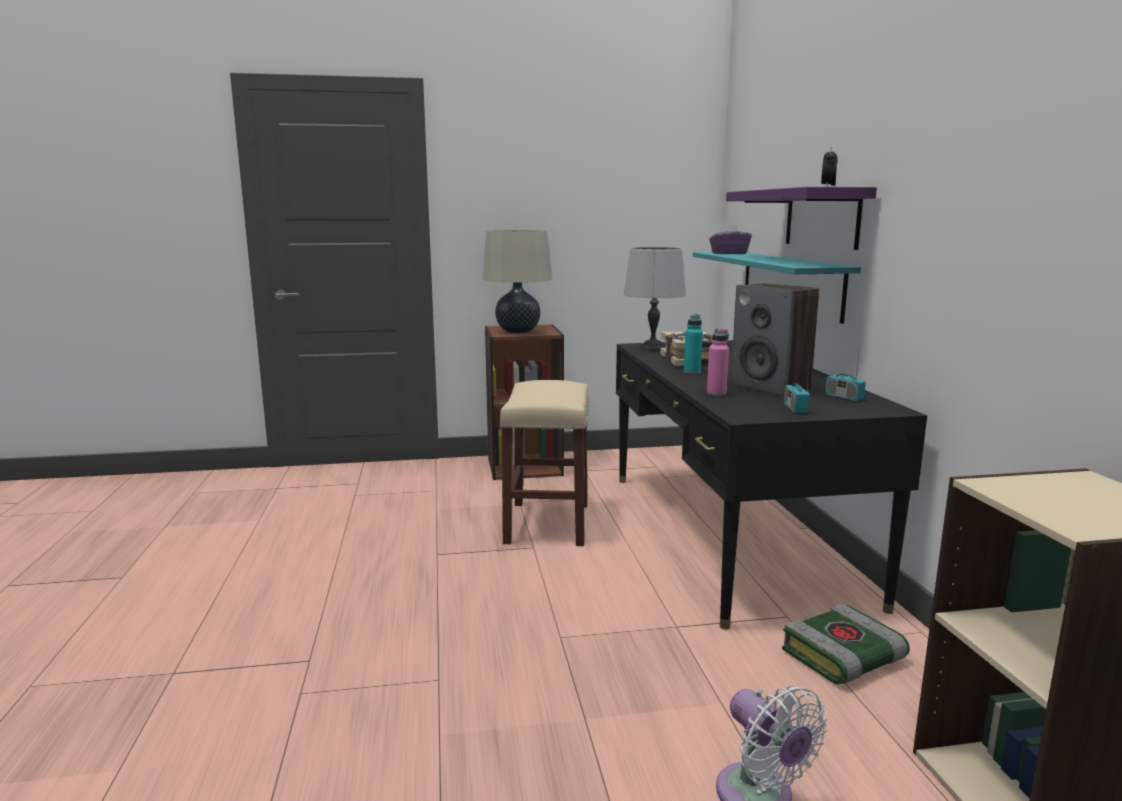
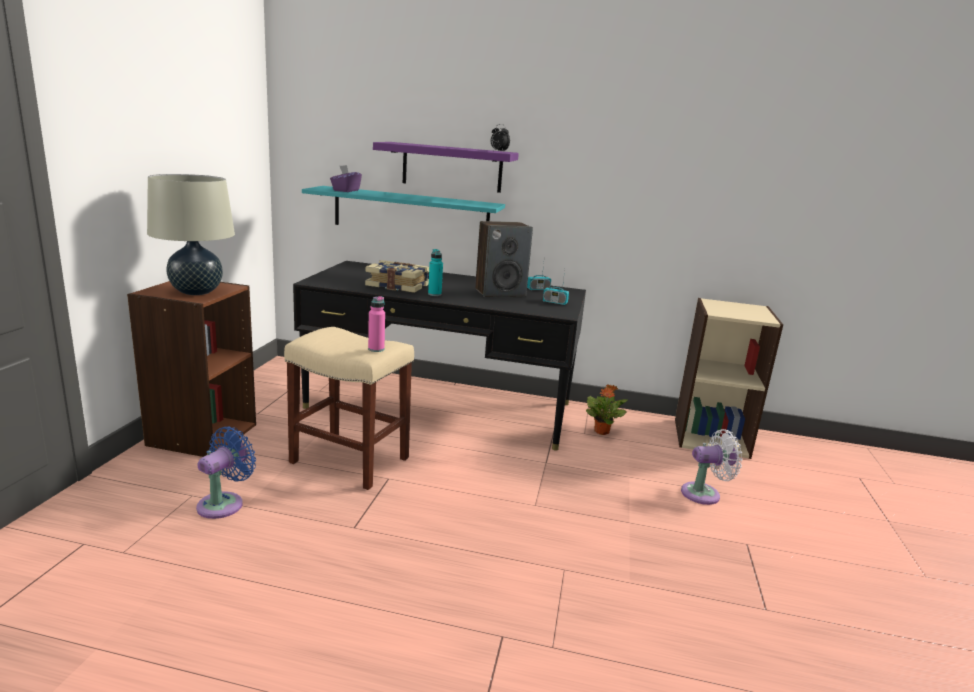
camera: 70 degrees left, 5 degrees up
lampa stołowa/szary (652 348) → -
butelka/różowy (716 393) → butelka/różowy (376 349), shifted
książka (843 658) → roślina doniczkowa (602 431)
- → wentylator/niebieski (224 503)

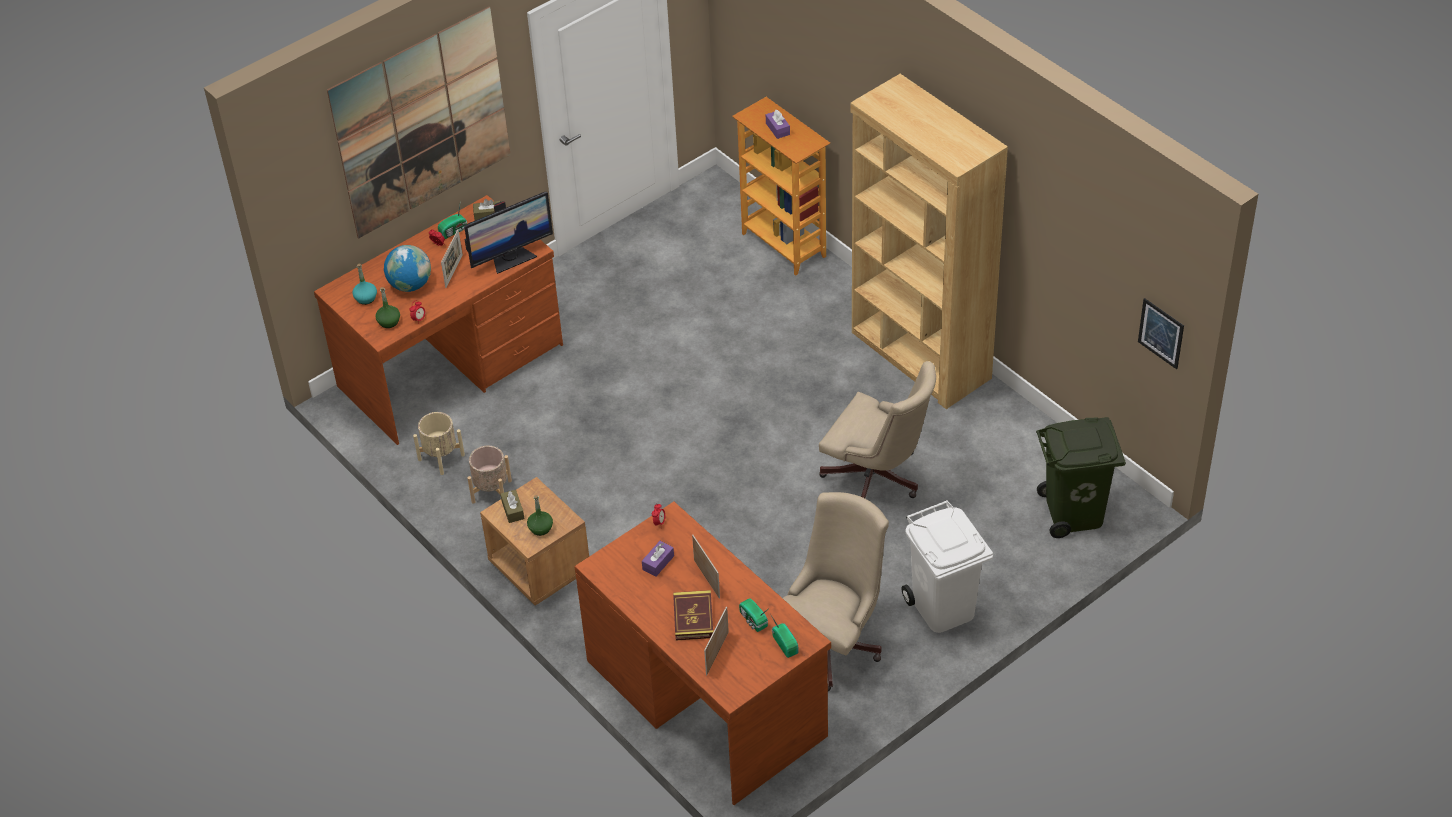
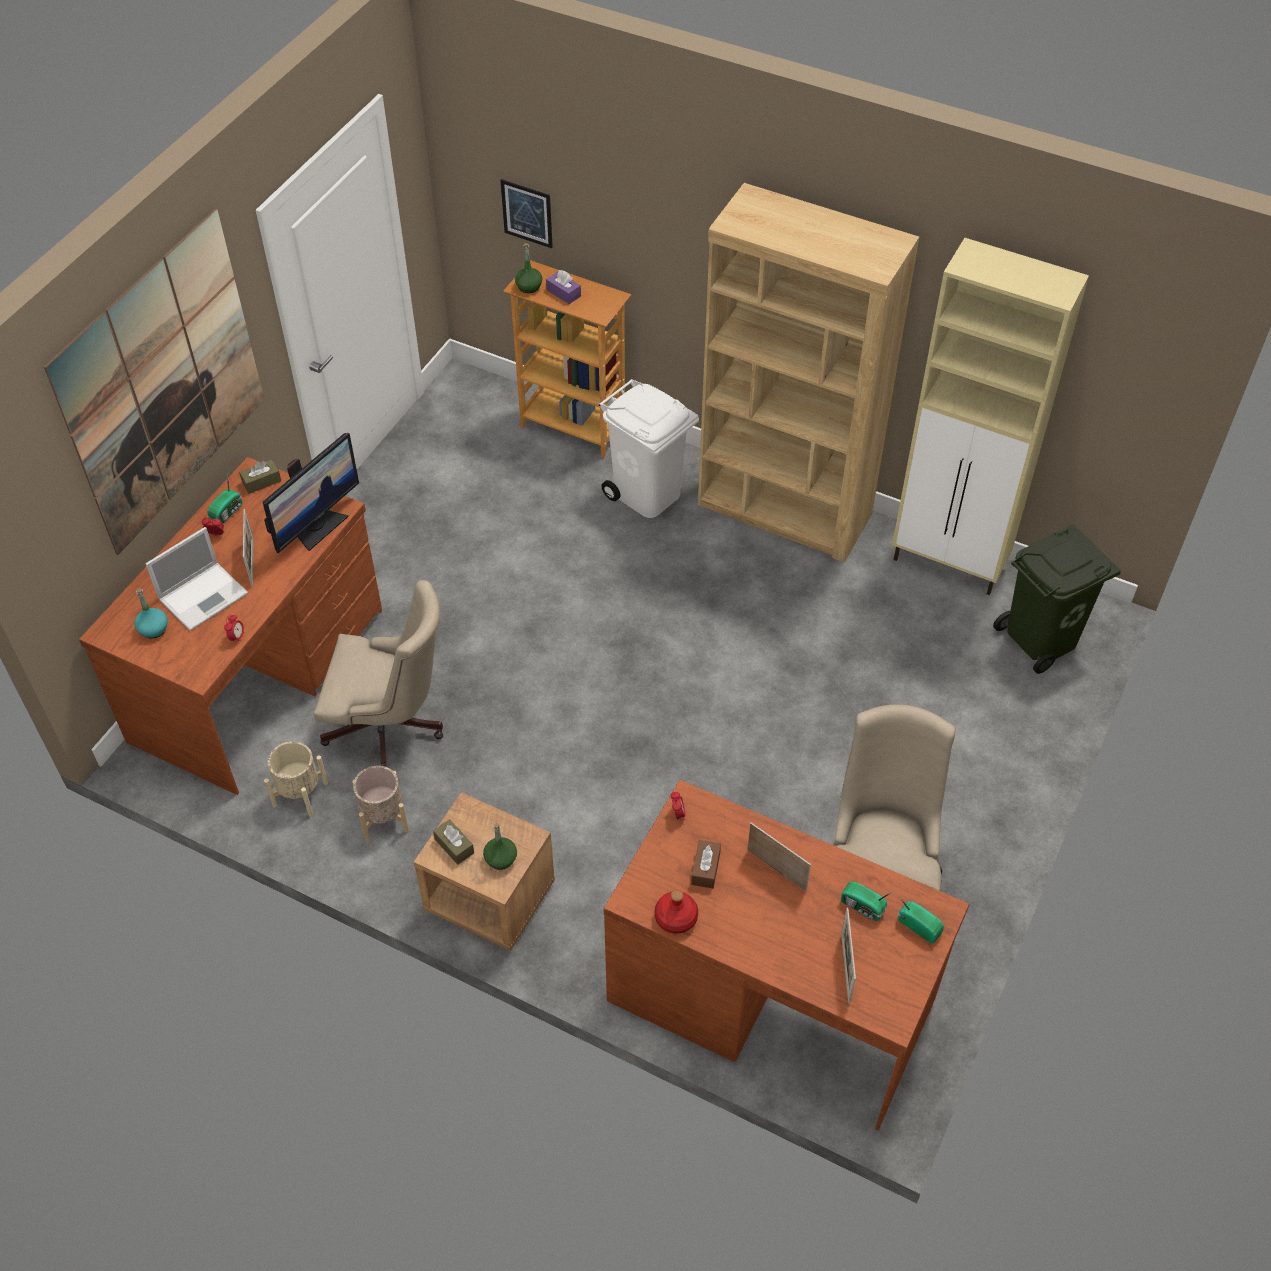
camera: 25 degrees left, 5 degrees up
globus (410 285) → laptop (204 595)
butelka/zielony (389 322) → butelka/zielony (529 286), shifted
obraz (1161 333) → obraz (527 213), shifted
krzesło biurowe/beżowy (877 480) → krzesło biurowe/beżowy (391 728), shifted
kosz na śmieci/biały (942 608) → kosz na śmieci/biały (646 494), shifted
pudełko chusteczek/fioletowy (658 563) → pudełko chusteczek/brązowy (705 868)
książka (693 618) → -
- → szafka/beżowy (950 564)
- → butelka/czerwony (676 918)

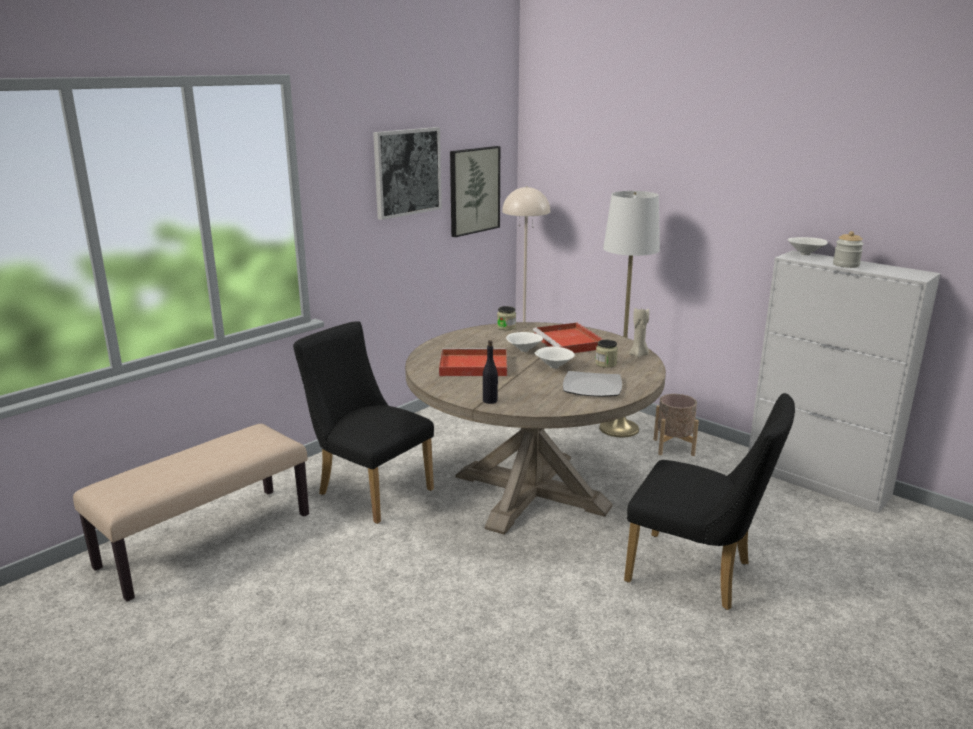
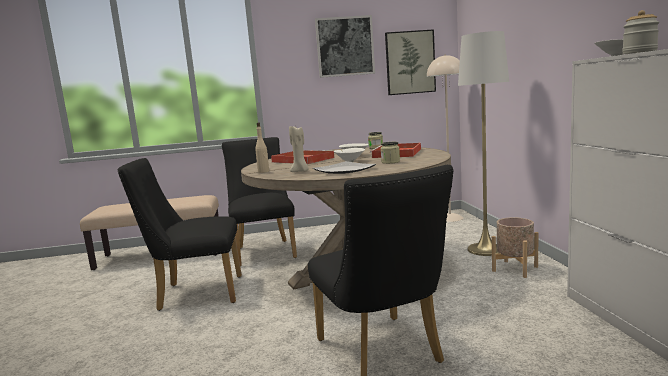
camera: 40 degrees right, 10 degrees down
świeca/beżowy (639 355) → świeca/beżowy (300 171), shifted
butelka/czarny (490 401) → butelka/beżowy (263 171)
- → krzesło/czarny (194 294)

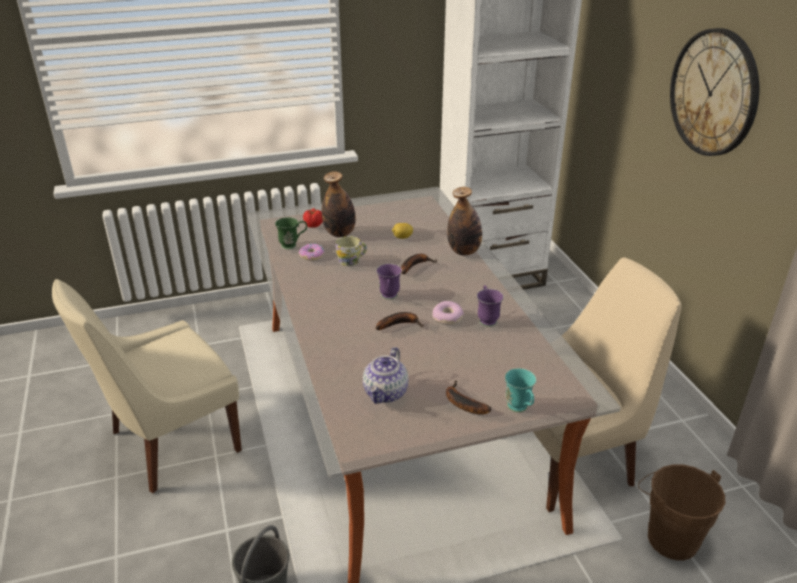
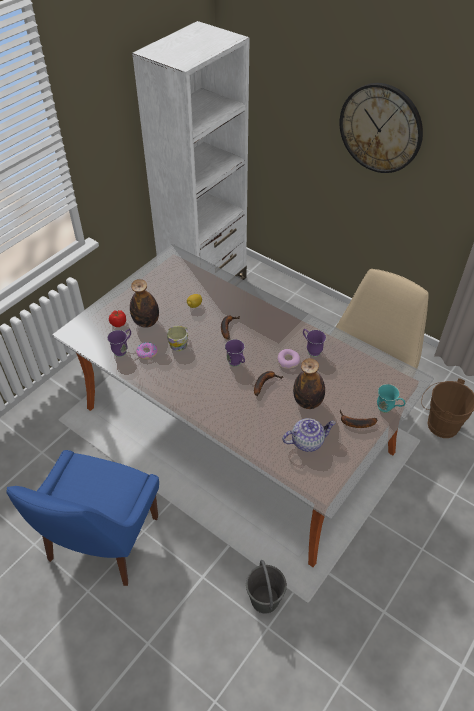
camera: 35 degrees left, 15 degrees up
butelka (464 251) → butelka (307 402), shifted
kubek/zielony (293 245) → kubek/fioletowy (123 350)
krzesło/beżowy (170 443) → krzesło/niebieski (101 542)
imbryk (386 393) → imbryk (307 441), 90 degrees counterclockwise

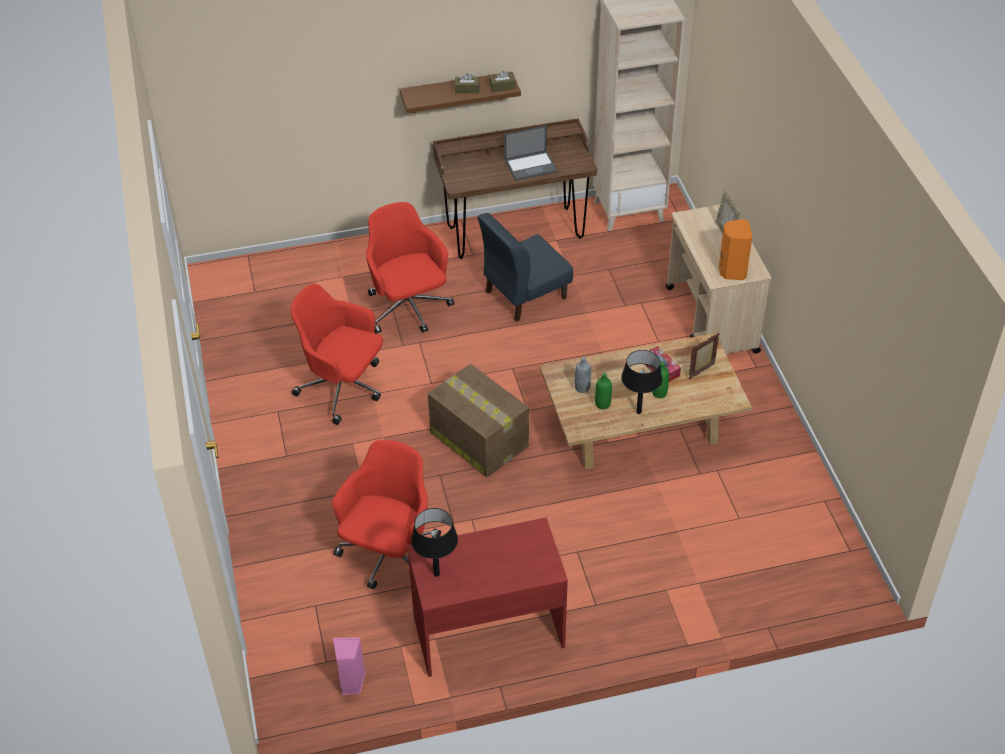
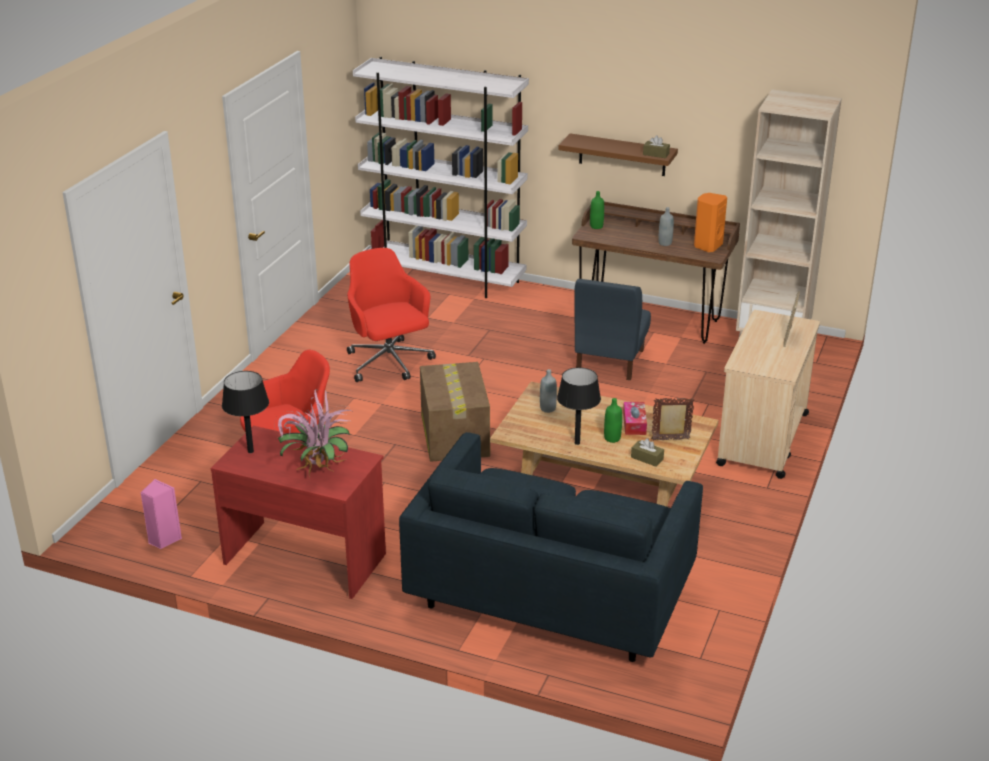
camera: 35 degrees right, 15 degrees down
pudełko chusteczek/brązowy (467 89) → pudełko chusteczek/brązowy (647 458), shifted
laptop (531 165) → butelka/szary (665 243)
krzesło biurowe/czerwony (408 309) → -
krzesło/niebieski (524 295) → krzesło/niebieski (609 361), 75 degrees counterclockwise
głośnik/pomarańczowy (731 271) → głośnik/pomarańczowy (707 246), shifted
butelka/zielony (602 404) → butelka/zielony (596 226), shifted
- → regał/biały (445 279)
- → roślina doniczkowa (316 469)
- → kanapa/niebieski (552 594)

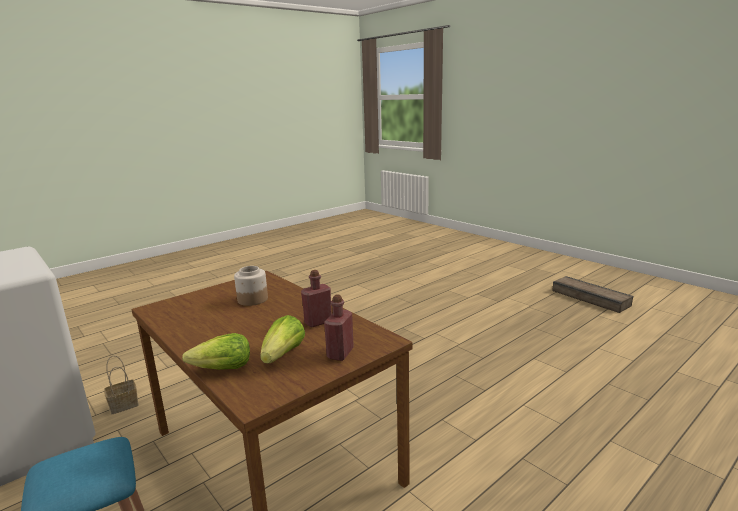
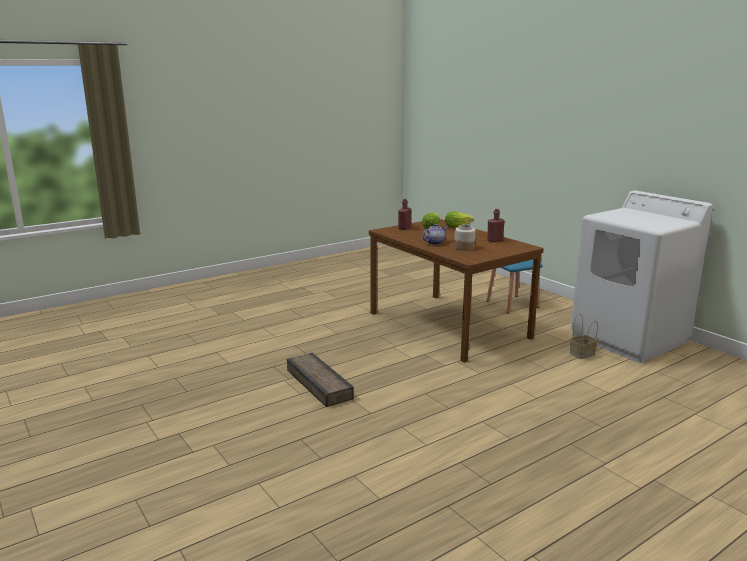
camera: 175 degrees left, 0 degrees up
butelka/czerwony (318 322) → butelka/czerwony (495 240), shifted
skrzynka (590 297) → skrzynka (317 384), shifted
- → imbryk (434 242)

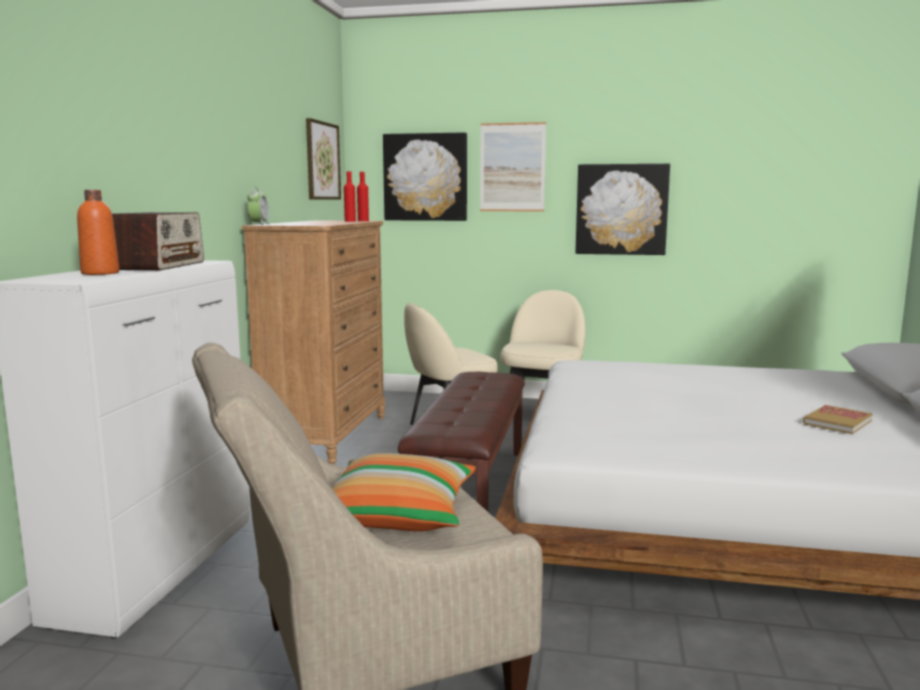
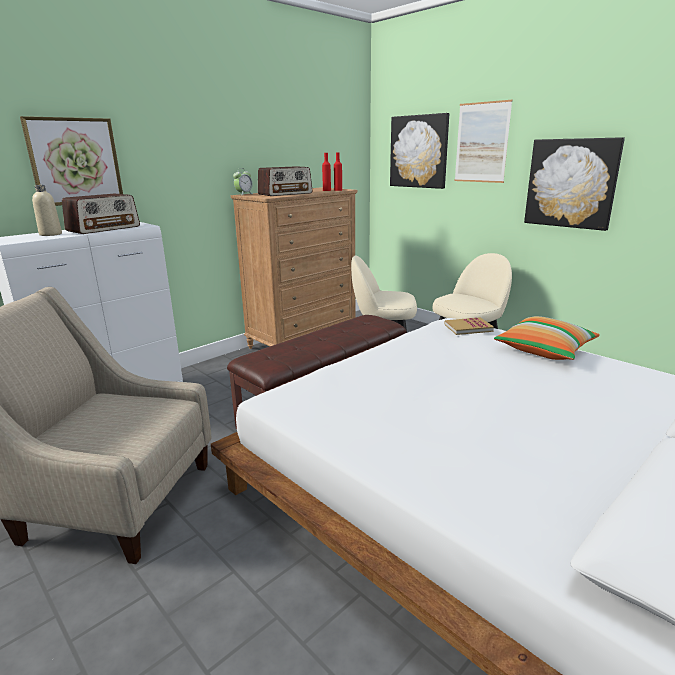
camera: 35 degrees right, 10 degrees up
obraz (322 161) → obraz (75 161), shifted
butelka/pomarańczowy (100 273) → butelka/beżowy (50 234)
książka (837 422) → książka (468 328), shifted
poduszka (398 514) → poduszka (545 350), shifted
- → radio (285 194)

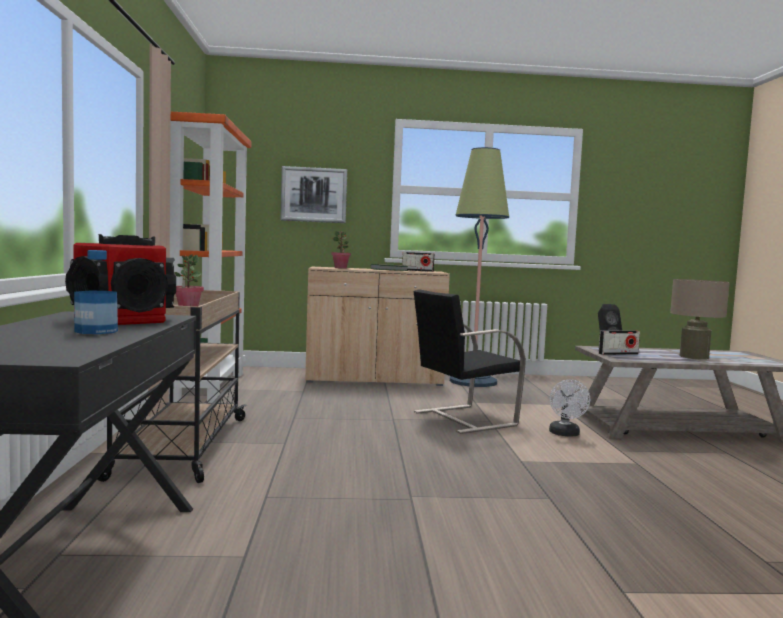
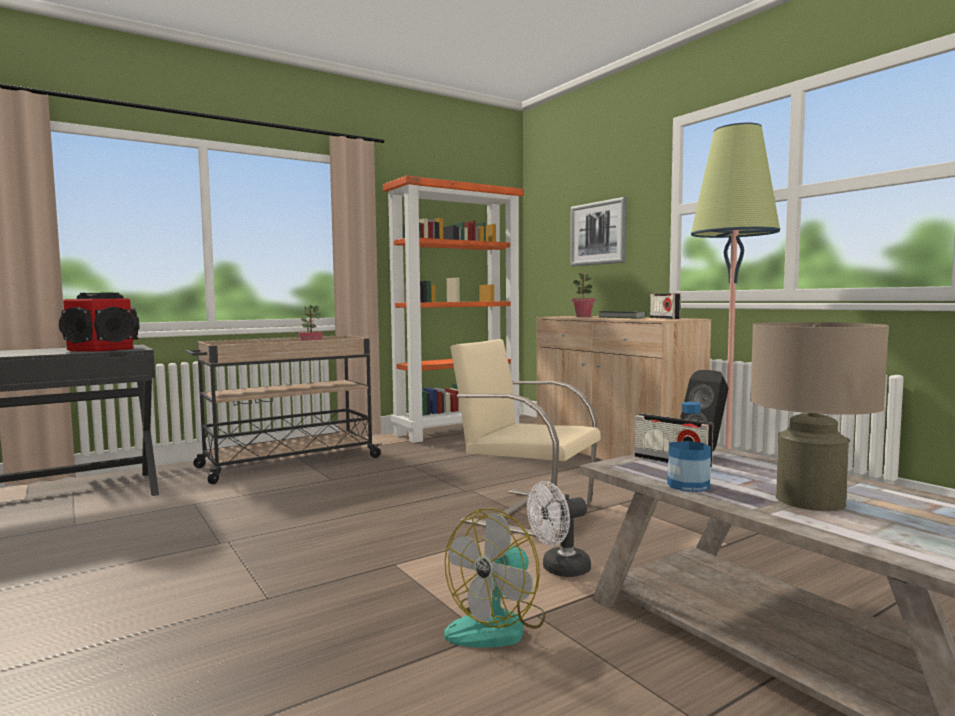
camera: 60 degrees right, 0 degrees up
butelka (96 331) → butelka (688 485), shifted
krzesło/czarny (462 419) → krzesło/beżowy (526 512)
- → wentylator (498 625)

